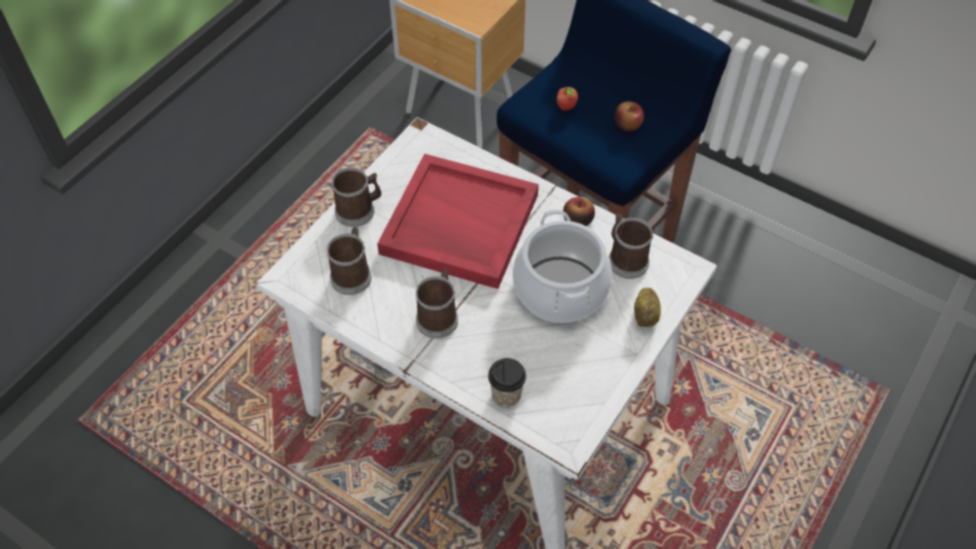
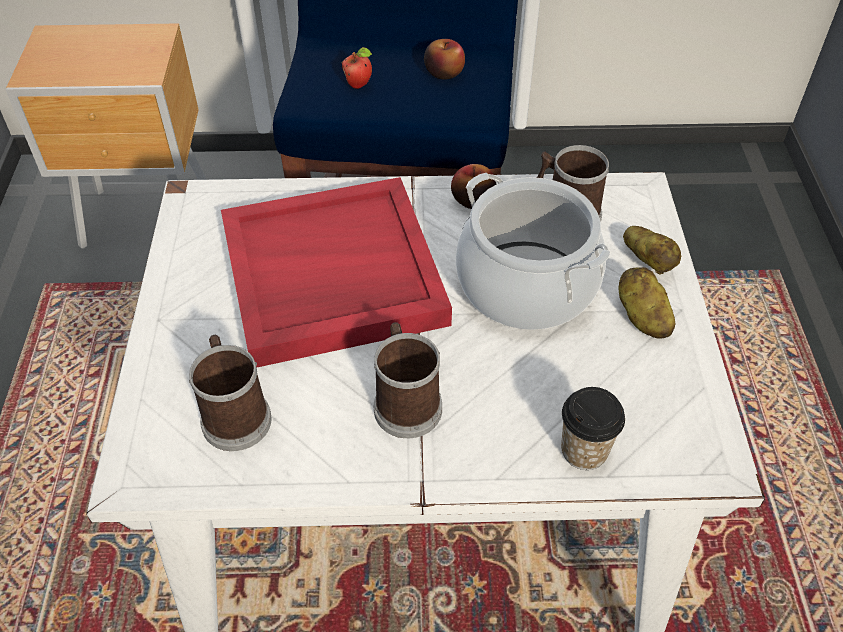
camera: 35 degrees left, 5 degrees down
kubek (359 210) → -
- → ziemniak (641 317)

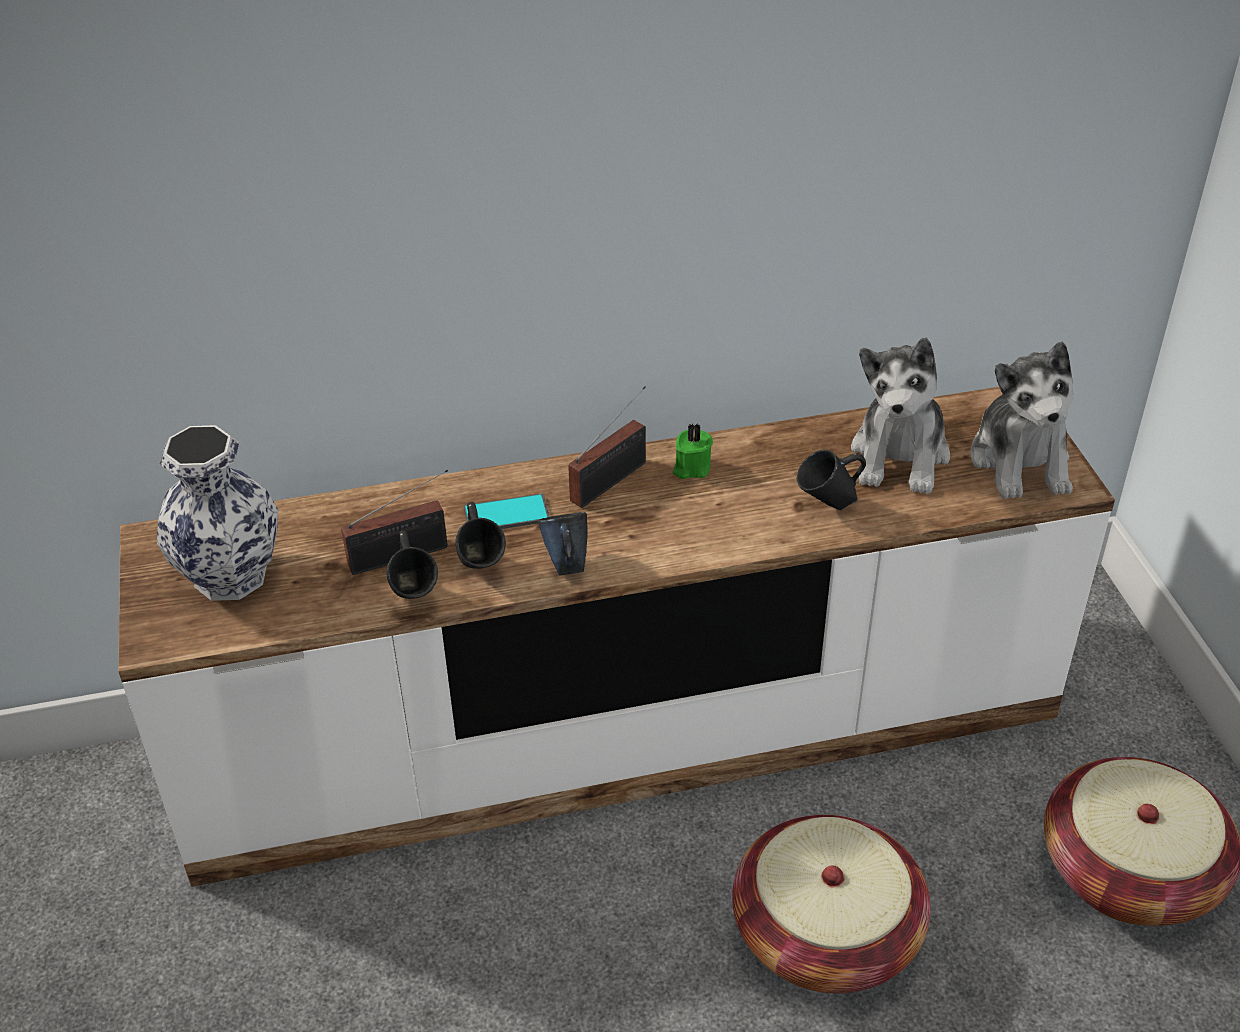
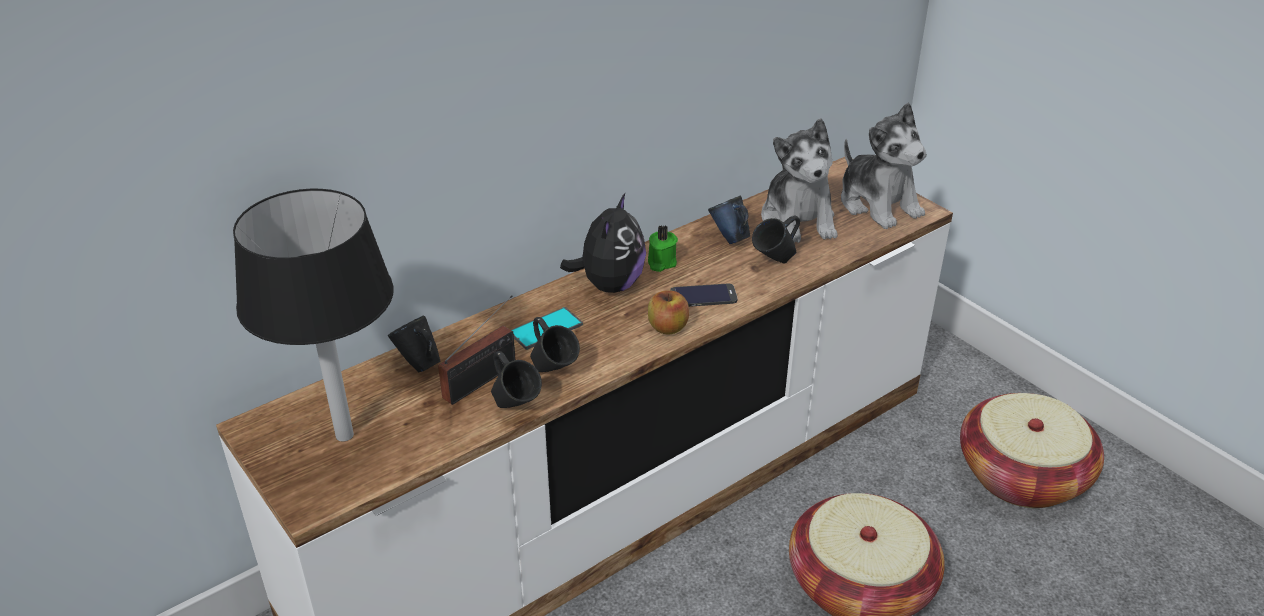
camera: 25 degrees left, 5 degrees down
radio (613 480) → pluszak (609 285)
wazon (228 576) → lampa stołowa/czarny (344 435)
kubek/niebieski (566 565) → kubek/niebieski (729 239), shifted
- → telefon (703 296)
- → jabłko (668 327)
- → kubek/czarny (419 365)

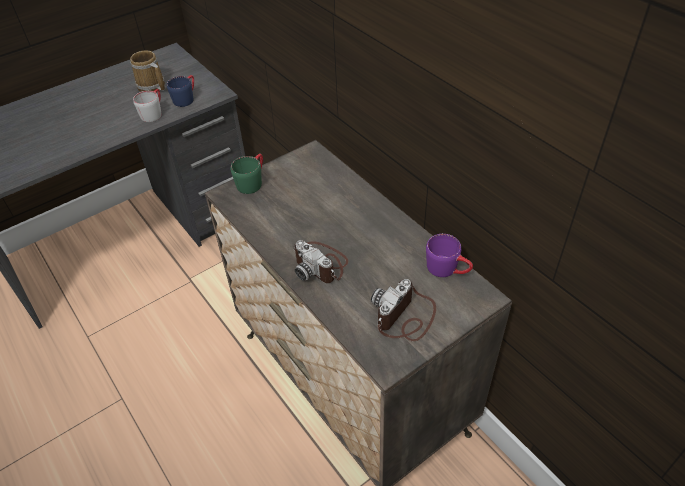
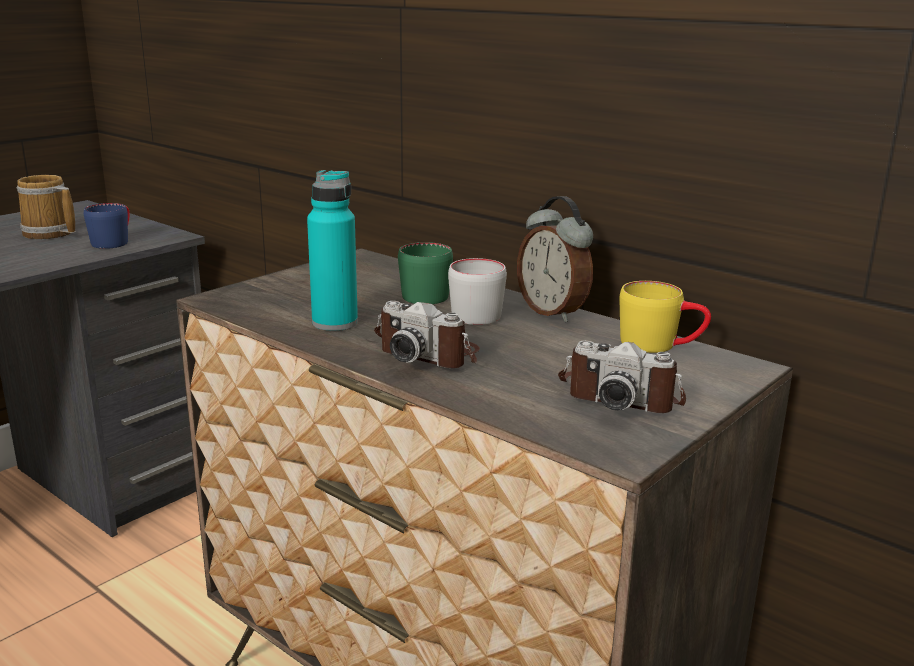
camera: 15 degrees left, 25 degrees down
kubek/szary (153 113) → kubek/szary (476 312), shifted
kubek/zielony (252 181) → kubek/zielony (428 293), shifted
kubek/fioletowy (448 269) → kubek/żółty (661 345)
aparat fotograficzny (405 317) → aparat fotograficzny (621 396), 90 degrees counterclockwise
- → butelka/turkusowy (335 323)
- → budzik (553 312)

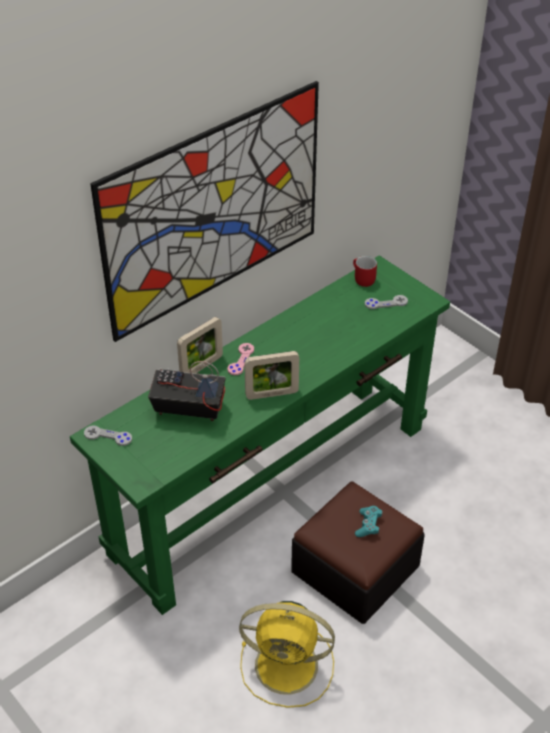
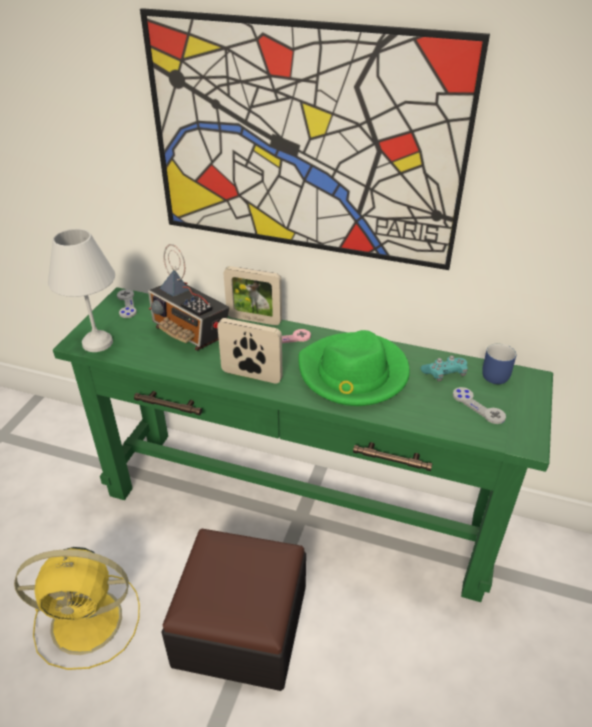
camera: 60 degrees right, 5 degrees down
kubek/czerwony (361 279) → kubek/niebieski (494 373)
ramka na zdjęcie (272 394) → ramka na zdjęcie (251 376), 150 degrees clockwise
radio (188 410) → radio (190 333), 150 degrees clockwise
pad do gier/turkusowy (368 525) → pad do gier/turkusowy (444 374), shifted
wentylator/żółty (289 666) → wentylator/żółty (90 621), 75 degrees counterclockwise
- → lampa stołowa/biały (98 343)
- → kapelusz/zielony (353 373)

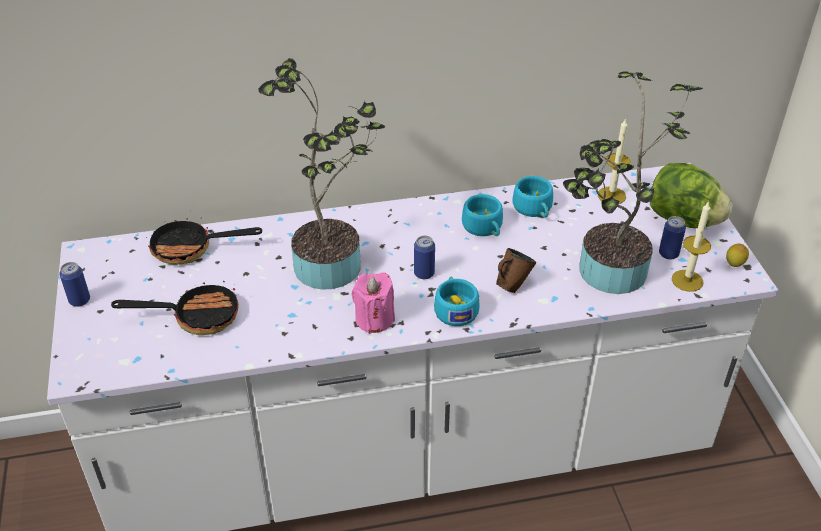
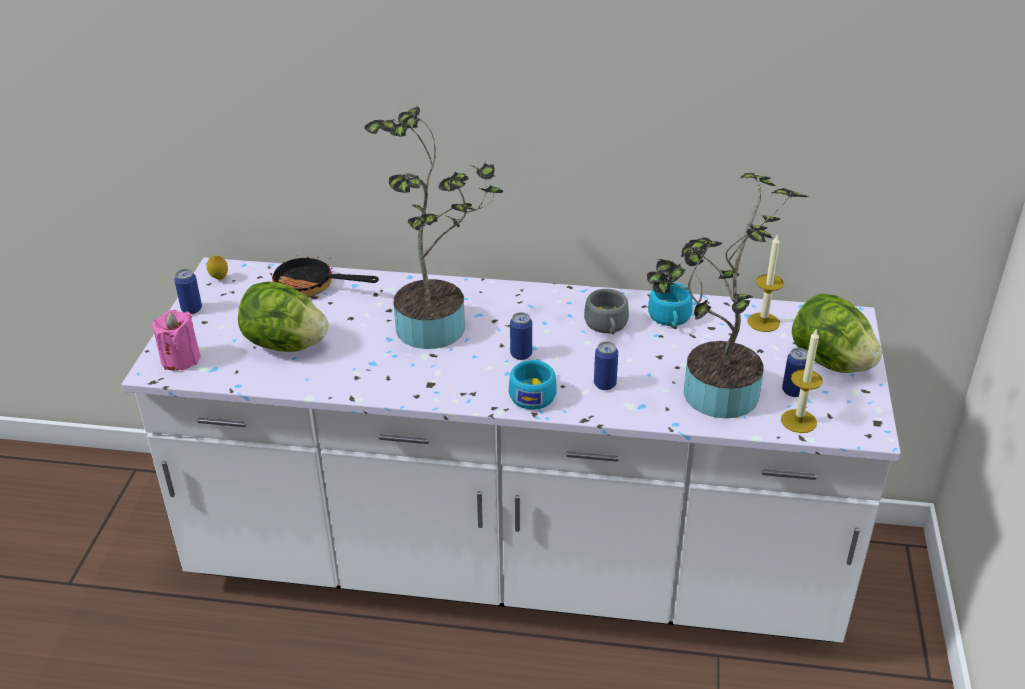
camera: 20 degrees right, 5 degrees down
filiżanka/turkusowy (484 228) → filiżanka/szary (607 326)
cytryna (734 266) → cytryna (219 279), shifted
kubek/brązowy (512 285) → puszka (605 384)
świeca/różowy (374 319) → świeca/różowy (180 359), shifted
patelnia (196 316) → sałata (285 345)

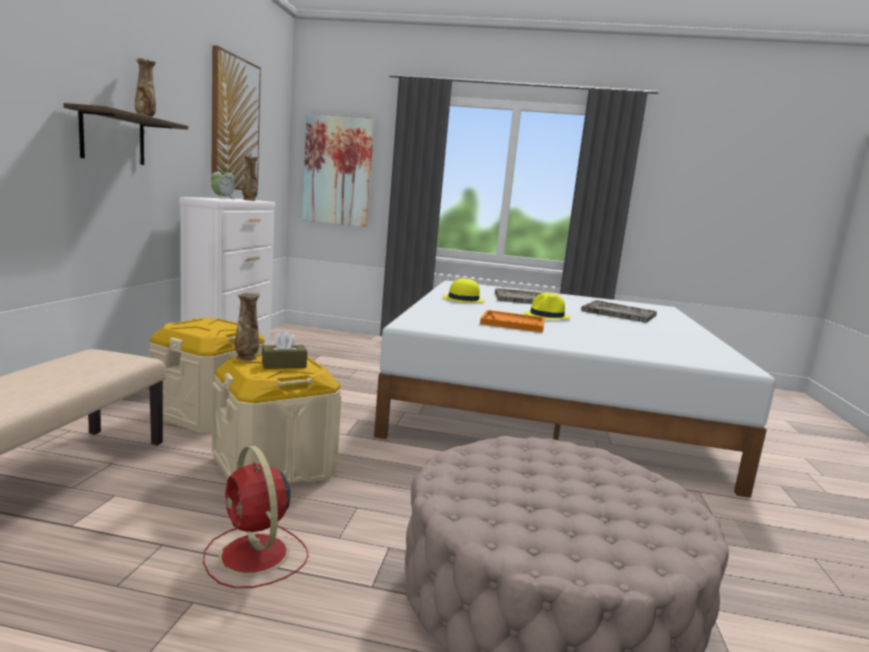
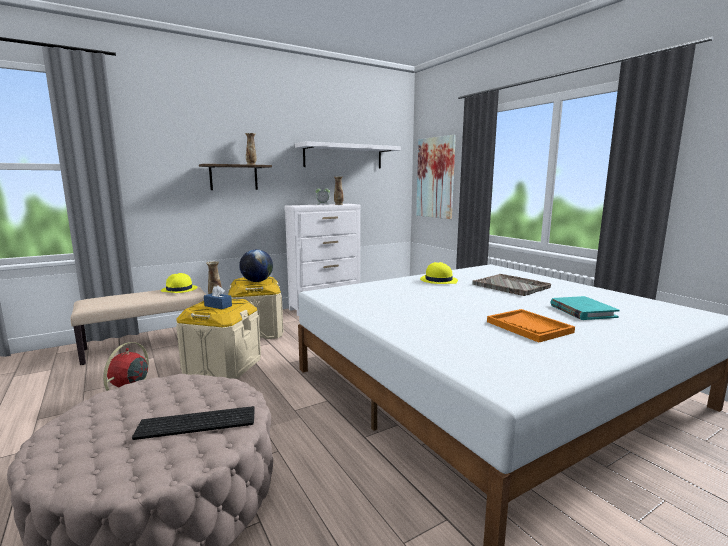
camera: 50 degrees right, 0 degrees up
obraz (234 124) → półka/biały (343 156)
kapelusz/żółty (547 316) → kapelusz/żółty (179 290), shifted
taca/szary (618 313) → książka/turkusowy (582 311)
taca/pomarańczowy (513 323) → taca/pomarańczowy (529 327), shifted
pudełko chusteczek/brązowy (284 365) → pudełko chusteczek/niebieski (218 306)
- → globus (257 281)
- → klawiatura (195 424)

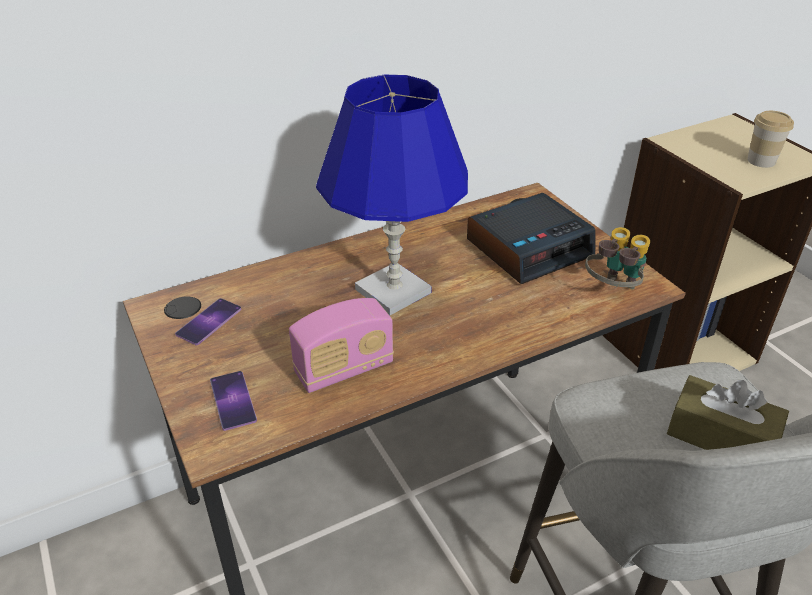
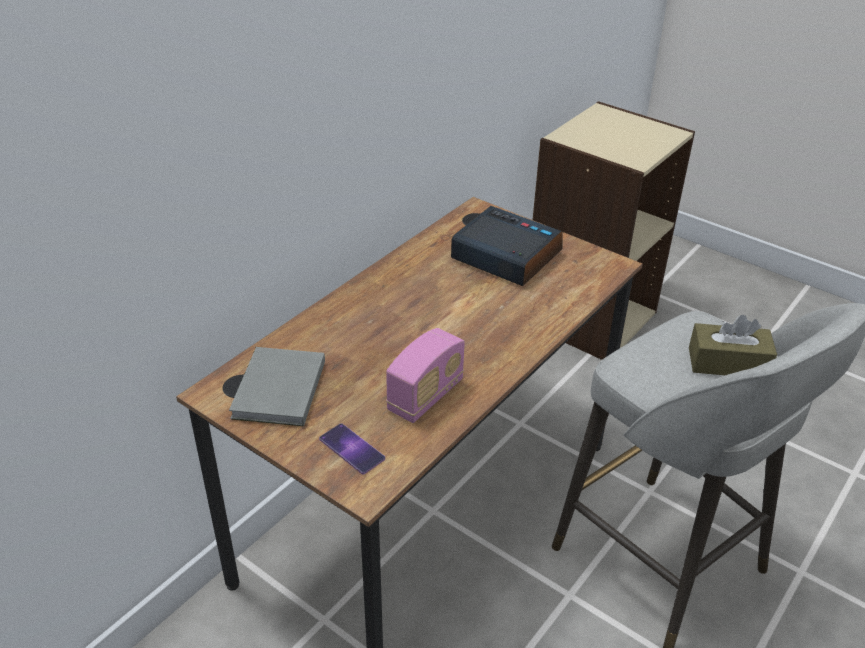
camera: 25 degrees left, 0 degrees up
lampa stołowa/niebieski (394 291) → -
filiżanka (761 161) → -
budzik (529 247) → budzik (504 256), 90 degrees counterclockwise
lornetka (613 290) → -
telefon (209 321) → książka/szary (277 391)

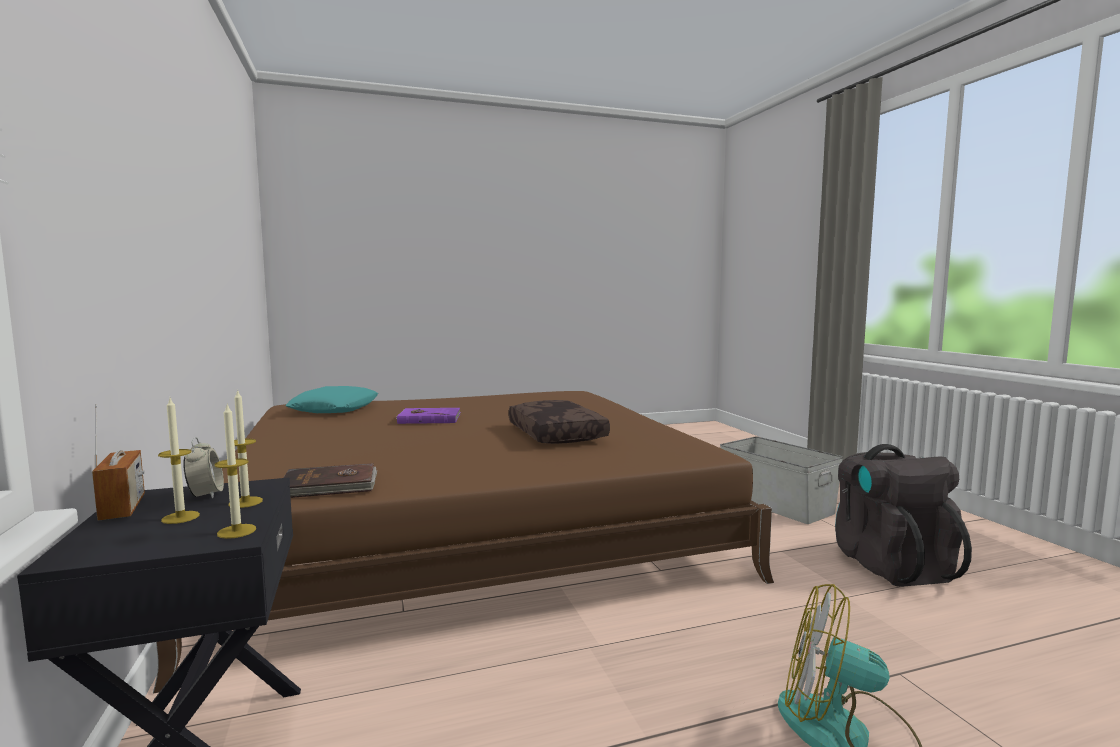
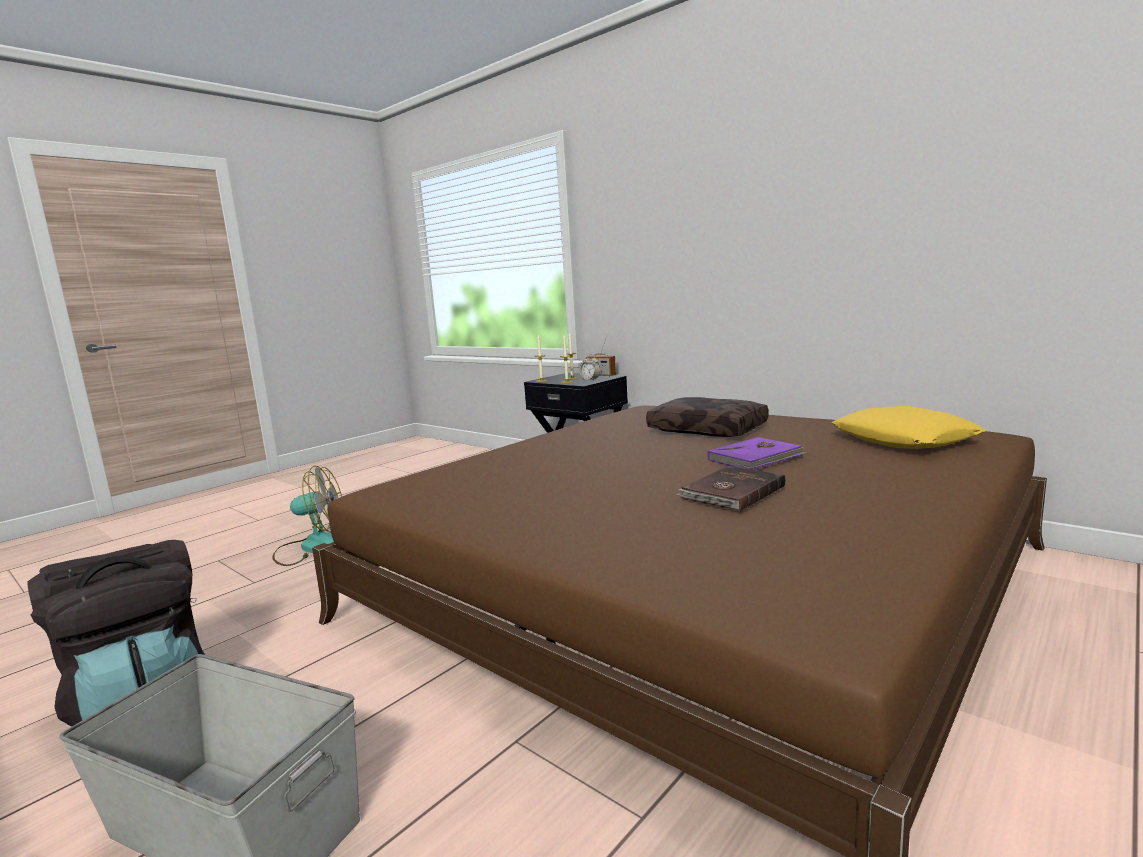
camera: 150 degrees right, 5 degrees up
poduszka/turkusowy (334 408) → poduszka/żółty (903 439)
poduszka/brązowy (554 434) → poduszka/brązowy (708 430), shifted
książka/brązowy (330 486) → książka/brązowy (731 492), shifted

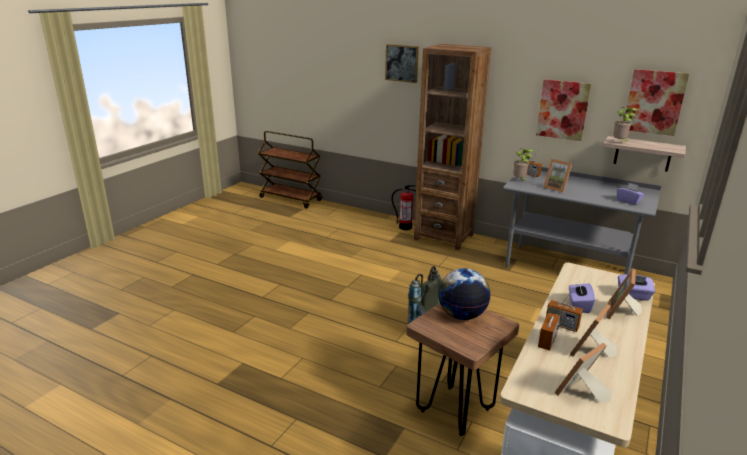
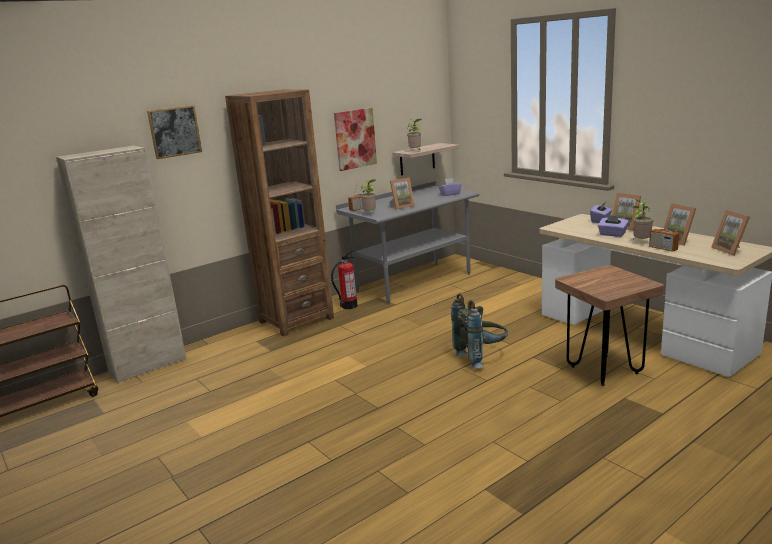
camera: 65 degrees left, 5 degrees down
obraz (654 102) → -
gaśnica (405 227) → gaśnica (349 306), shifted
globus (462 315) → -
radio (561 325) → roślina doniczkowa (641 242)
- → szafka/beżowy (148 366)

